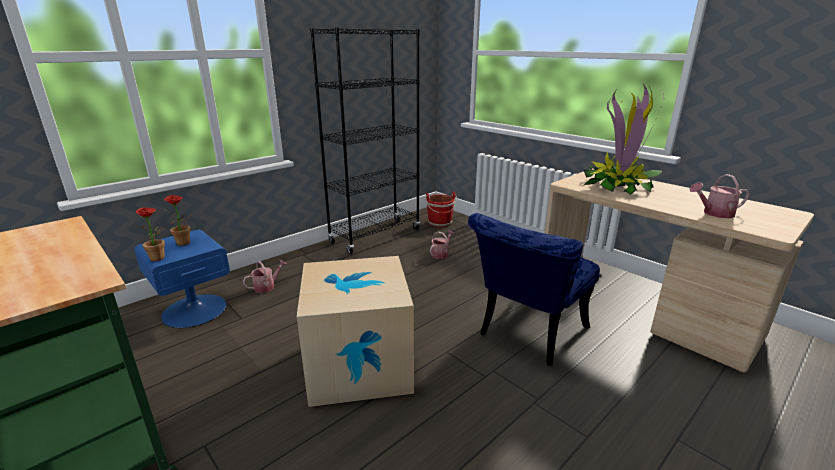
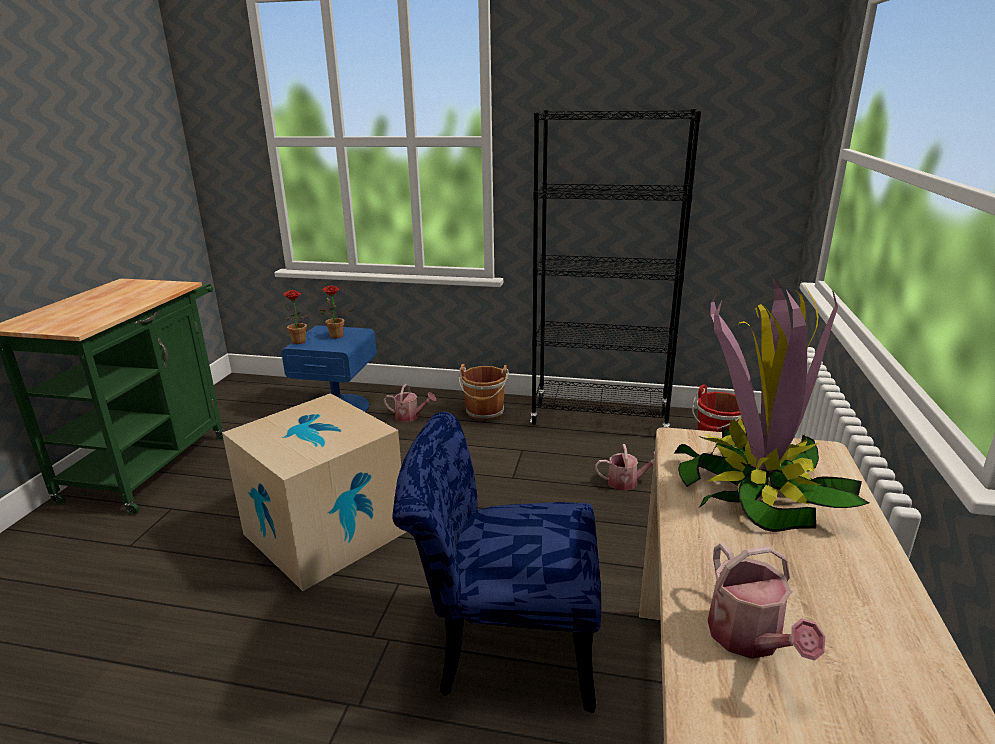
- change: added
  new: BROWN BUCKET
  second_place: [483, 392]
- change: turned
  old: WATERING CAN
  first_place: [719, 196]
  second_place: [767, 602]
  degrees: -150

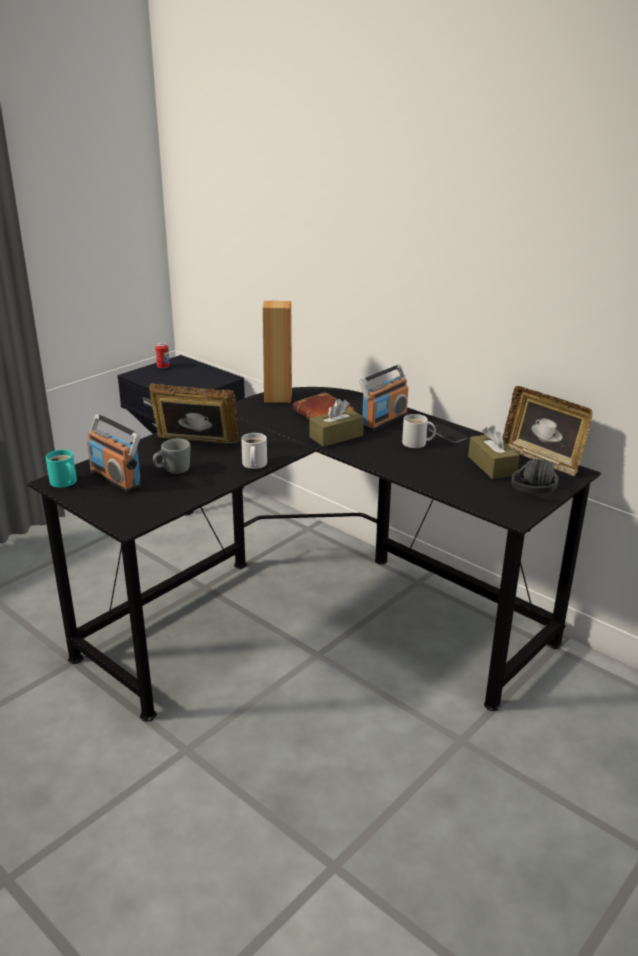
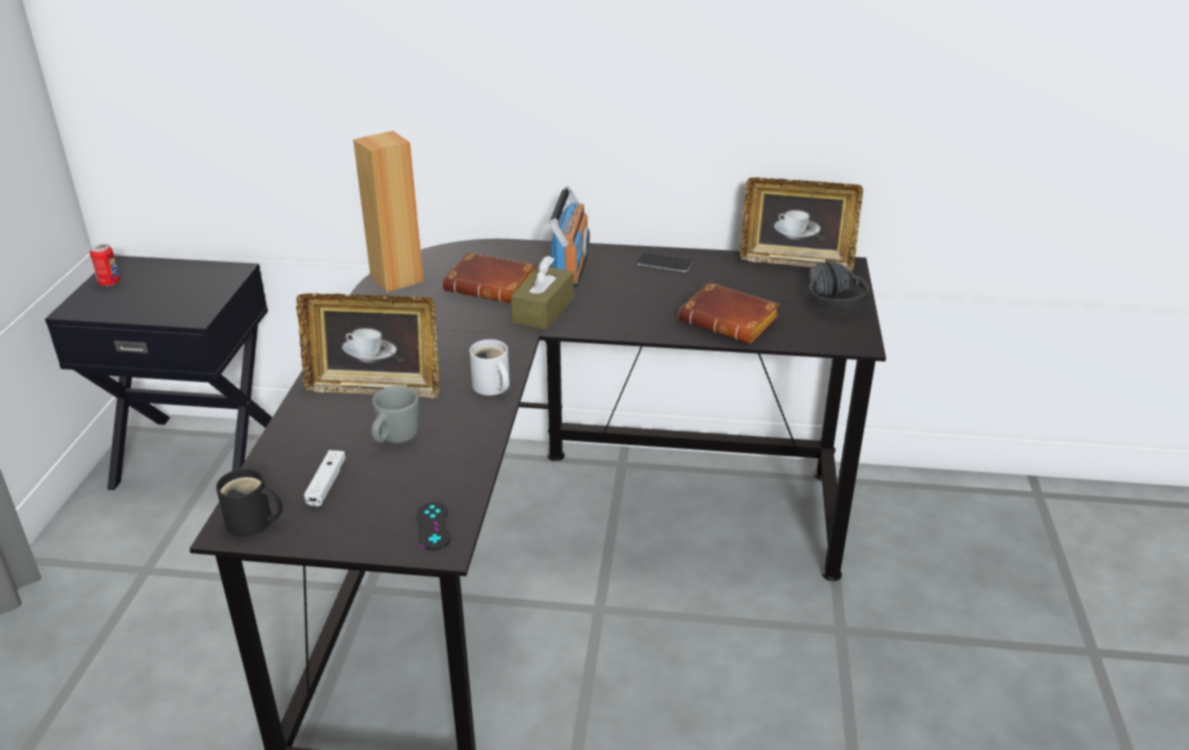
- change: recoloured
  old: TURQUOISE MUG
  new: BLACK MUG
  first_place: [61, 469]
  second_place: [249, 503]
- change: turned
  old: PICTURE FRAME
  first_place: [194, 413]
  second_place: [367, 346]
  degrees: -150
- change: replaced
  old: RADIO
  new: WHITE GAME CONTROLLER
  first_place: [114, 453]
  second_place: [325, 478]
- change: added
  new: BLACK GAME CONTROLLER
  second_place: [434, 526]
- change: added
  new: BROWN BOOK
  second_place: [729, 313]
- change: removed
  old: WHITE MUG
  first_place: [419, 431]
- change: removed
  old: BROWN TISSUE BOX
  first_place: [494, 452]

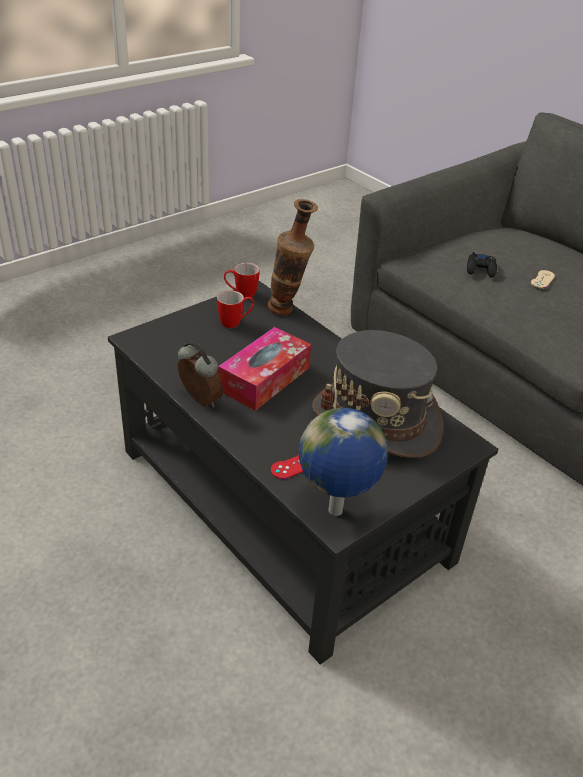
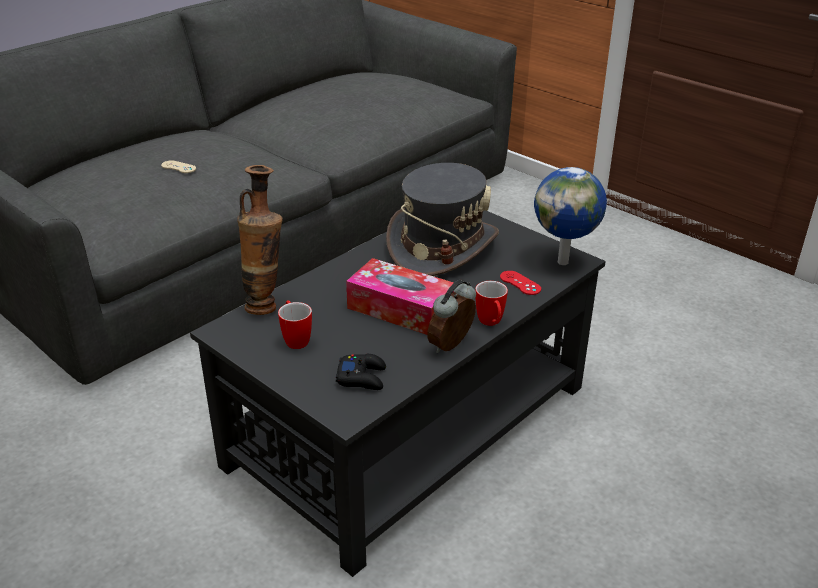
- change: moved
  old: BLACK GAME CONTROLLER
  first_place: [482, 265]
  second_place: [361, 372]
- change: moved
  old: MUG
  first_place: [242, 280]
  second_place: [491, 303]

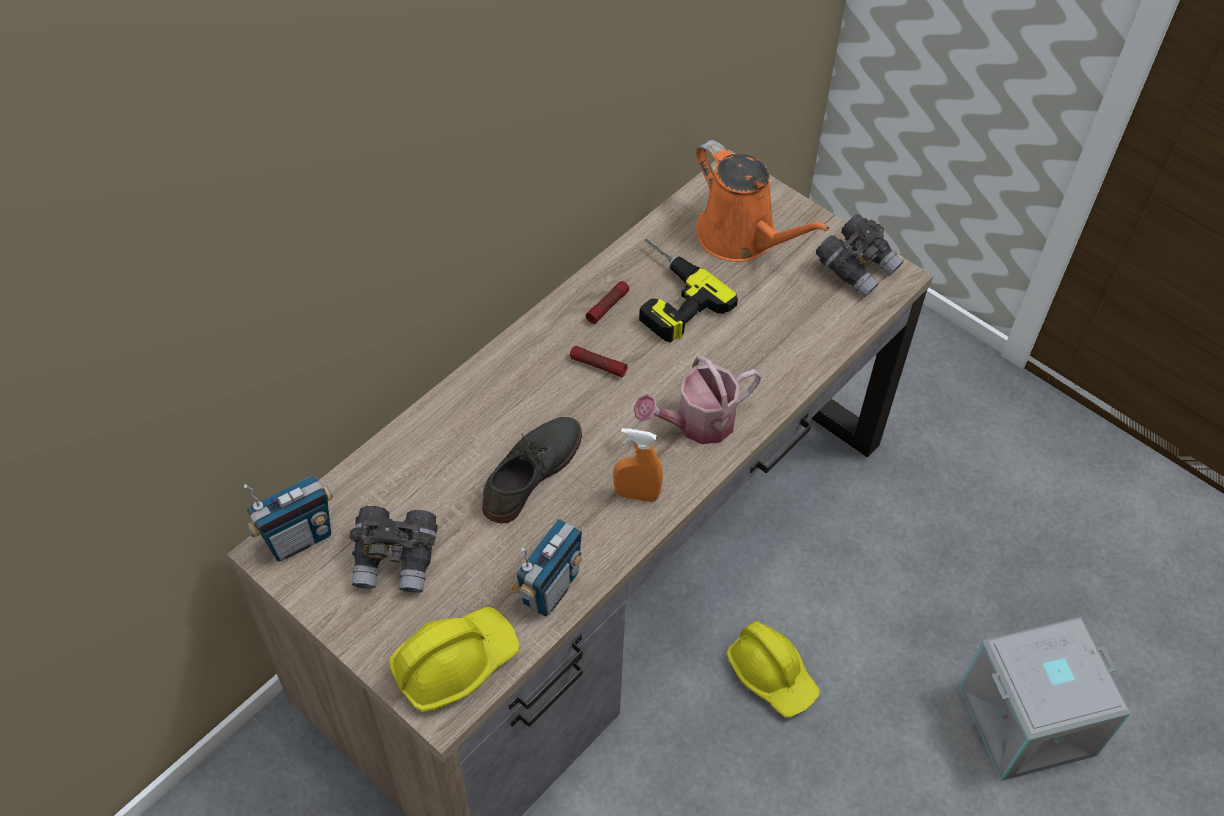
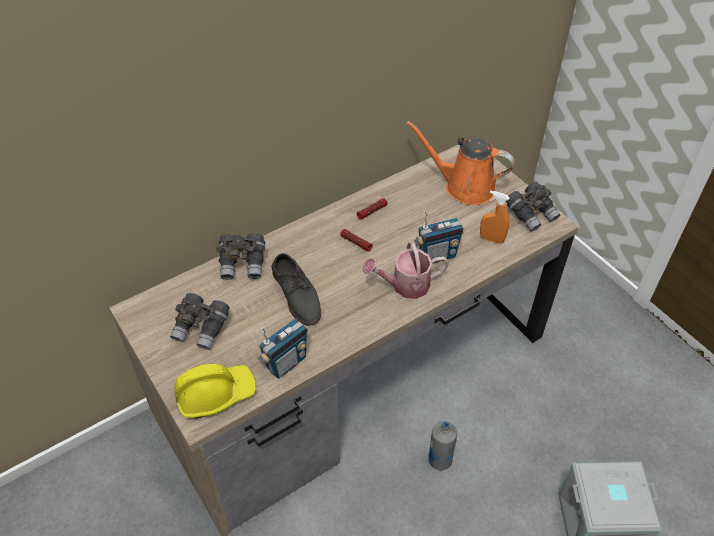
- change: added
  new: GREY BINOCULARS
  second_place: [240, 256]
- change: turned
  old: GREY SHOE
  first_place: [532, 470]
  second_place: [296, 289]
  degrees: 105
- change: turned
  old: ORANGE WATERING CAN
  first_place: [763, 201]
  second_place: [461, 163]
  degrees: 135
- change: moved
  old: RADIO
  first_place: [288, 518]
  second_place: [439, 237]
- change: replaced
  old: YELLOW HARD HAT
  new: GREY BOTTLE
  first_place: [773, 669]
  second_place: [442, 446]
- change: moved
  old: ORANGE SPRAY BOTTLE
  first_place: [638, 465]
  second_place: [495, 217]
- change: removed
  old: POWER DRILL
  first_place: [688, 291]

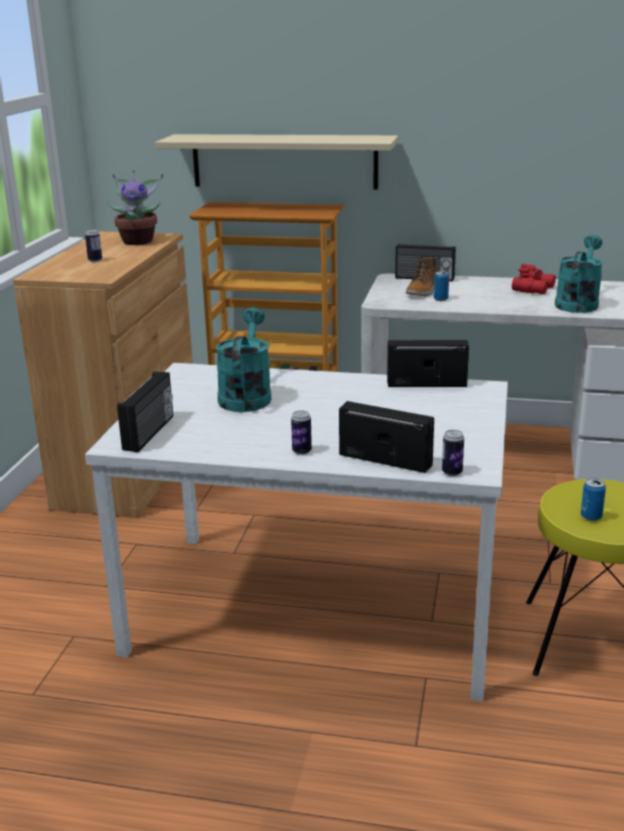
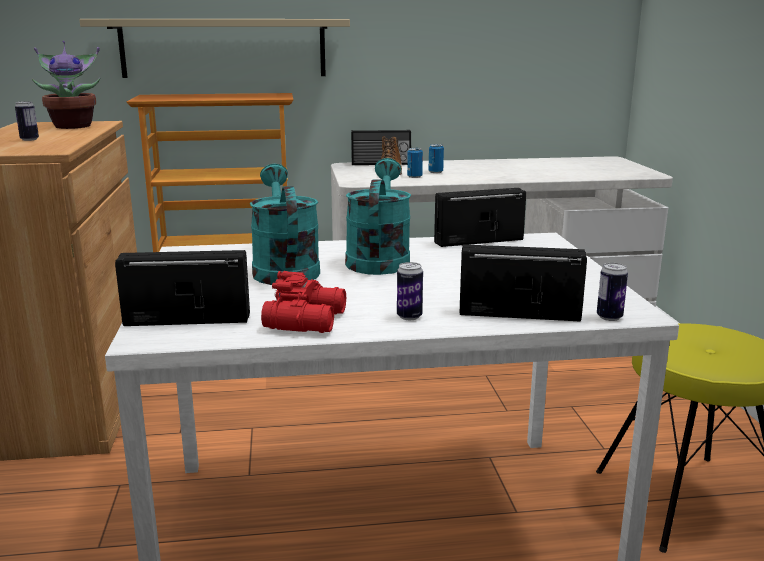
- change: turned
  old: RADIO
  first_place: [145, 412]
  second_place: [182, 288]
  degrees: -90
- change: moved
  old: RED BINOCULARS
  first_place: [534, 279]
  second_place: [303, 302]
- change: moved
  old: TURQUOISE WATERING CAN
  first_place: [579, 274]
  second_place: [378, 216]
- change: moved
  old: CAN
  first_place: [593, 499]
  second_place: [436, 158]

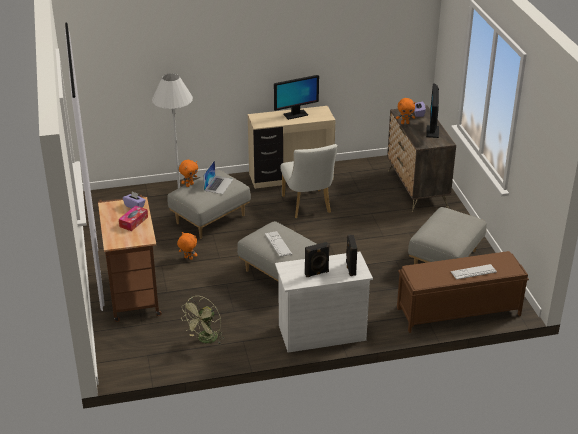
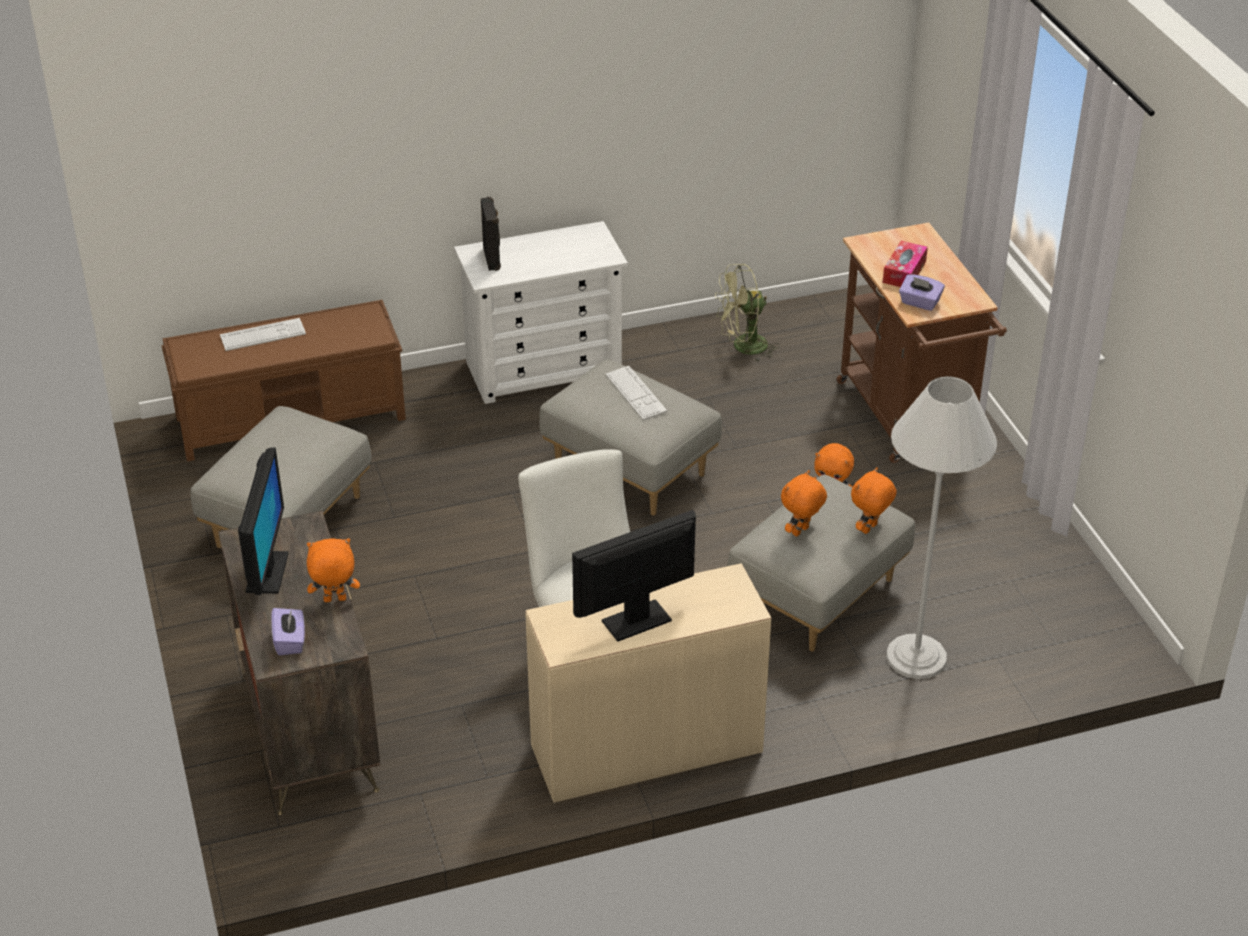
- change: turned
  old: GREEN FAN
  first_place: [202, 320]
  second_place: [747, 313]
  degrees: -135
- change: replaced
  old: LAPTOP
  new: ORANGE PLUSH TOY
  first_place: [218, 177]
  second_place: [804, 503]
- change: removed
  old: BLACK SPEAKER
  first_place: [317, 259]

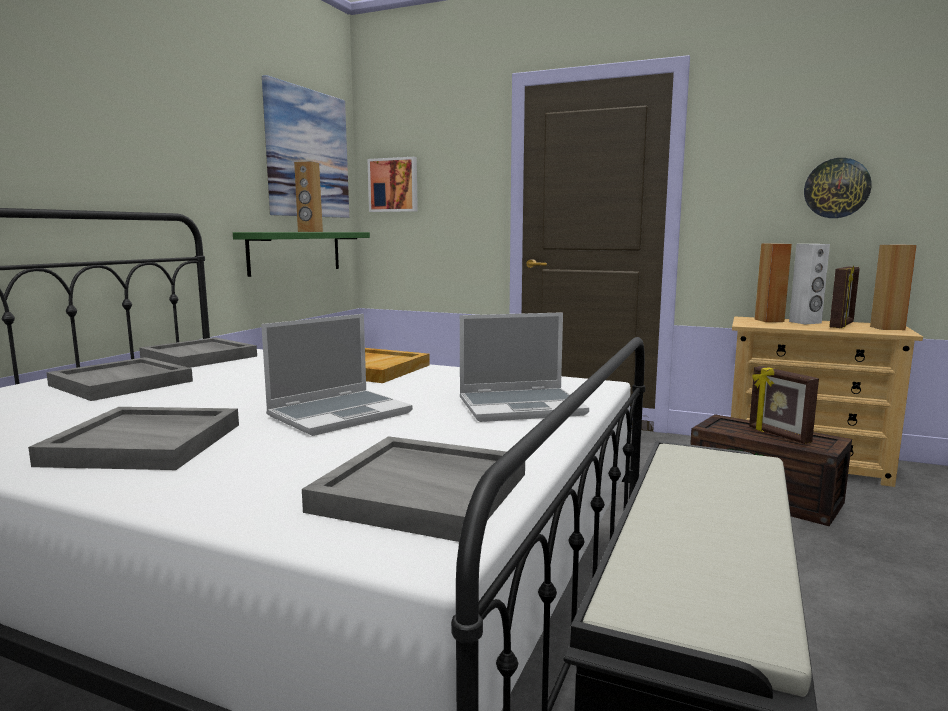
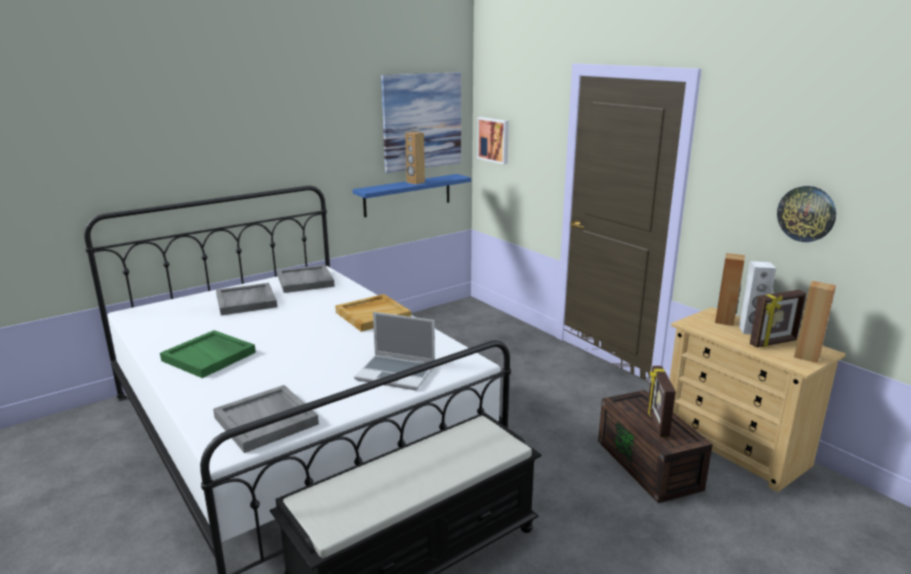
- change: recoloured
  old: GREY TRAY
  new: GREEN TRAY
  first_place: [133, 438]
  second_place: [208, 354]
- change: recoloured
  old: GREEN SHELF
  new: BLUE SHELF
  first_place: [301, 254]
  second_place: [412, 195]
- change: removed
  old: LAPTOP
  first_place: [337, 375]

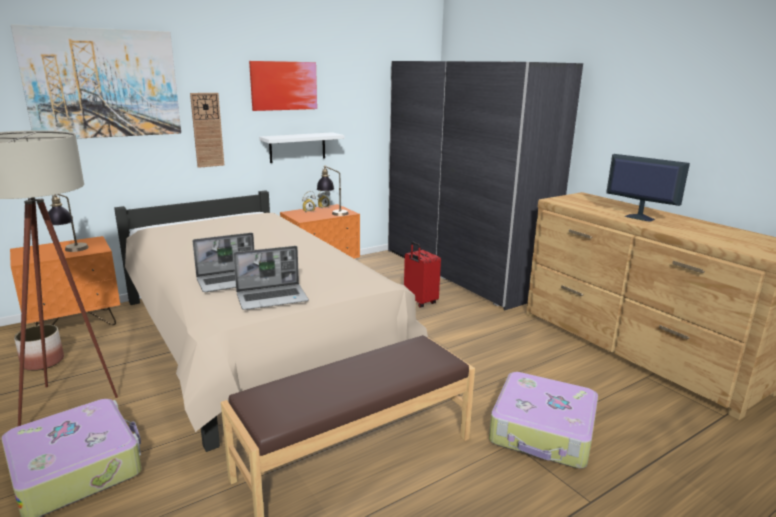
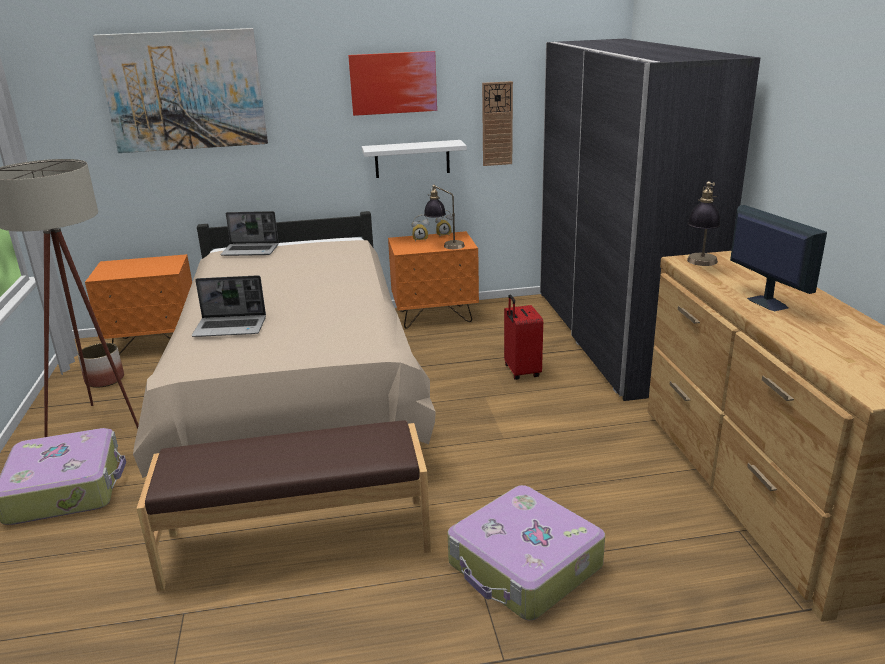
- change: moved
  old: LAPTOP
  first_place: [271, 278]
  second_place: [250, 233]
- change: moved
  old: WALL CLOCK
  first_place: [207, 130]
  second_place: [497, 123]
- change: moved
  old: TABLE LAMP
  first_place: [68, 223]
  second_place: [704, 223]

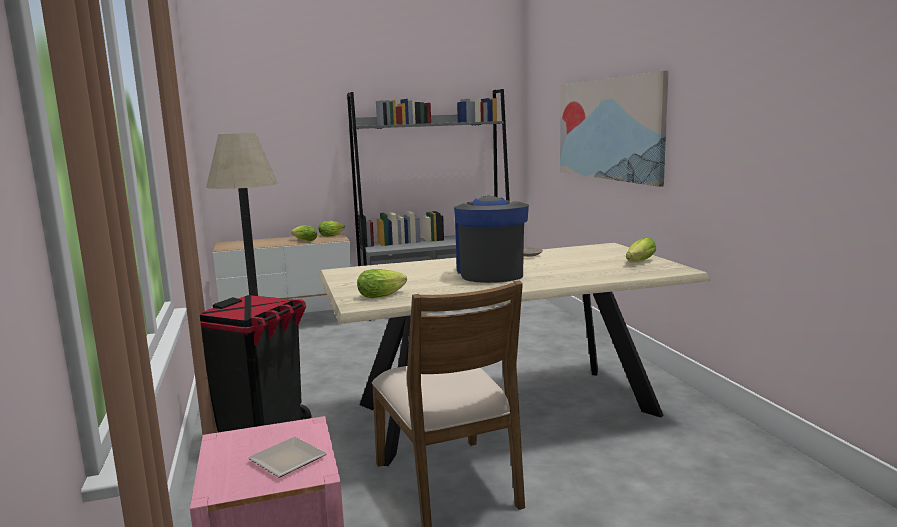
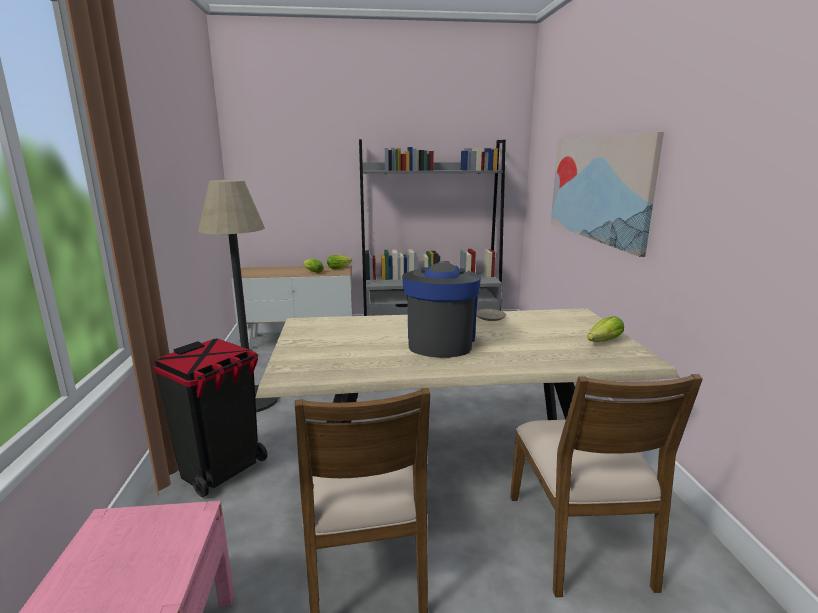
- change: added
  new: BROWN CHAIR
  second_place: [606, 485]
- change: removed
  old: PLATE
  first_place: [287, 457]
- change: removed
  old: LETTUCE
  first_place: [382, 283]

